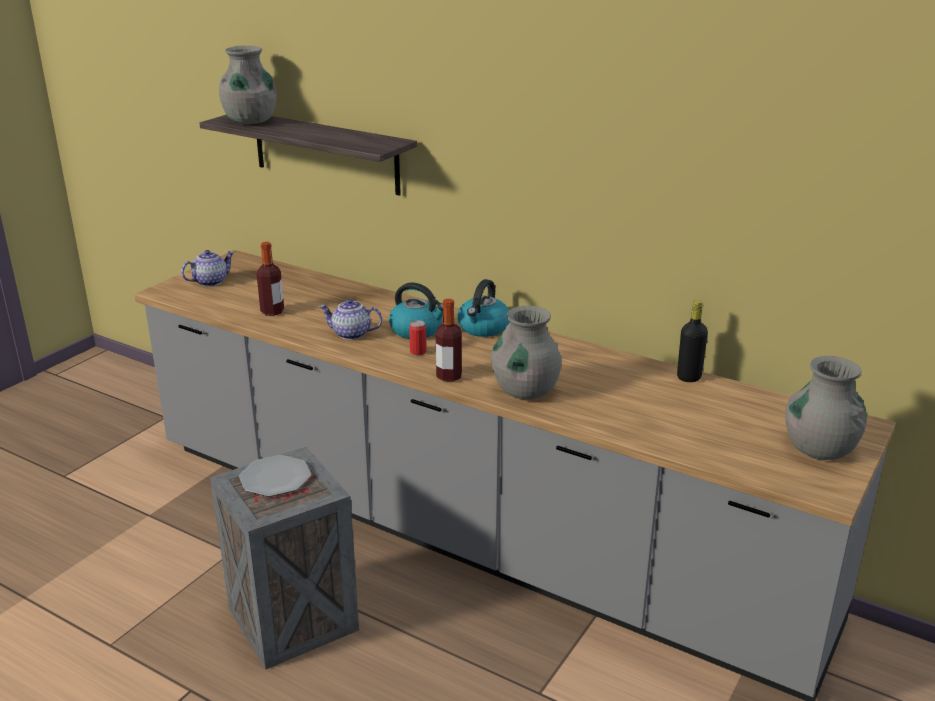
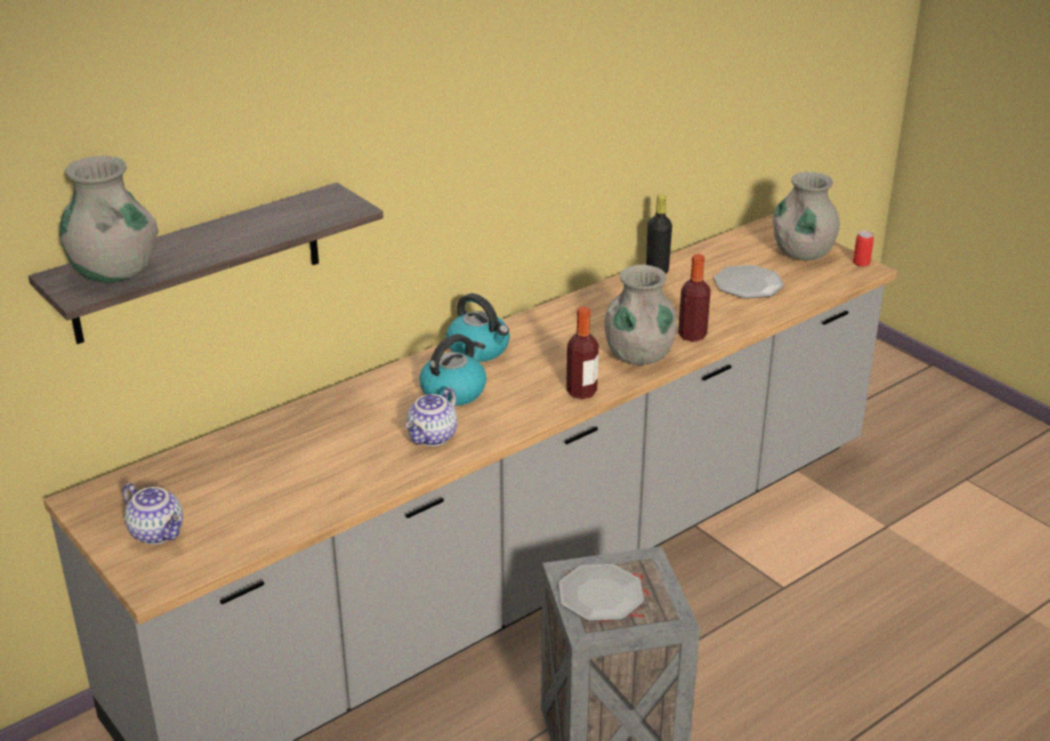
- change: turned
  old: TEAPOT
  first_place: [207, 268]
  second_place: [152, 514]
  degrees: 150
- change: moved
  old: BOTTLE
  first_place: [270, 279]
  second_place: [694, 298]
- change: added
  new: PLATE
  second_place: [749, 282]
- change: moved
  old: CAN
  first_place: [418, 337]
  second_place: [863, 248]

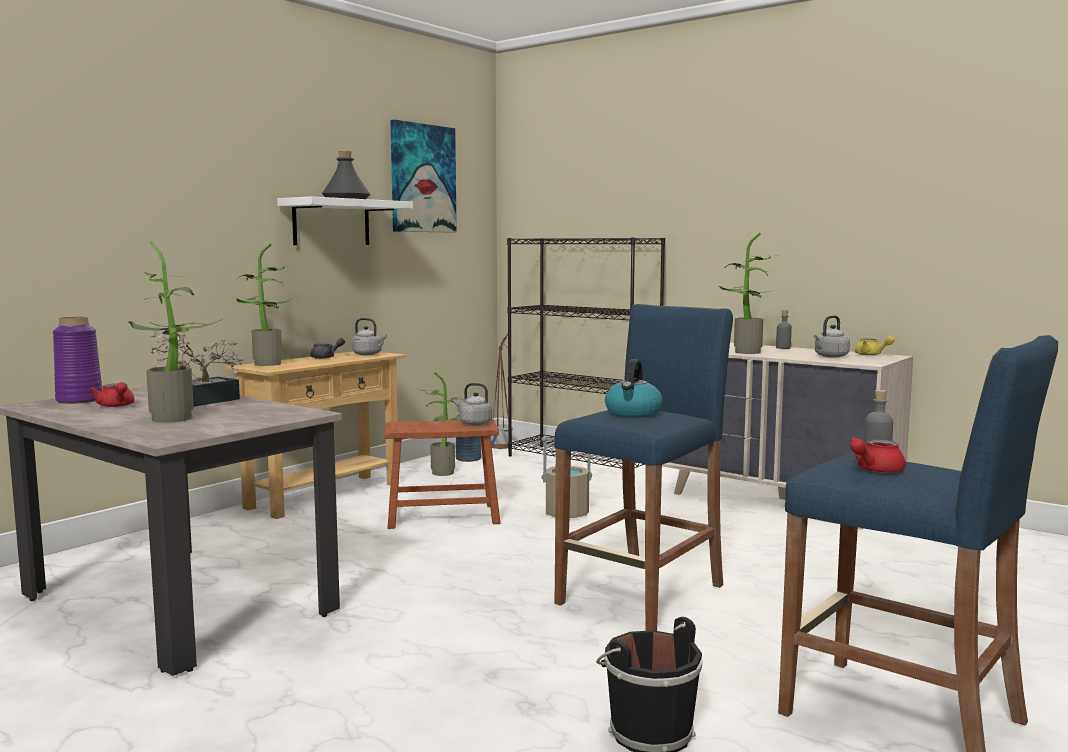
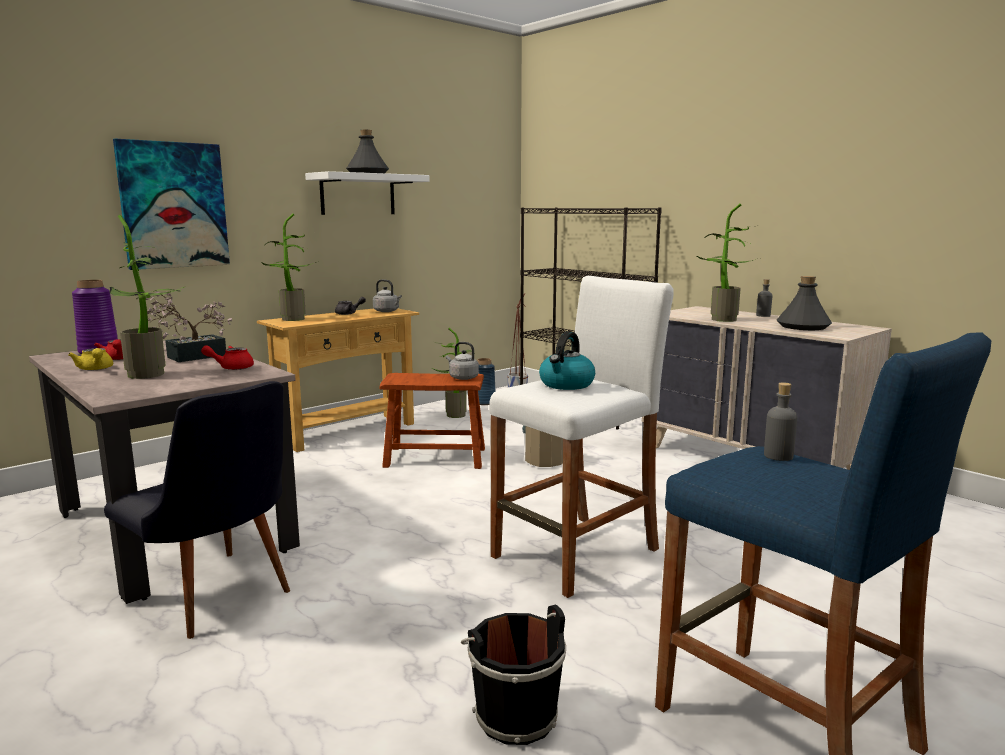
- change: moved
  old: YELLOW TEAPOT
  first_place: [875, 345]
  second_place: [90, 359]
- change: added
  new: BLACK CHAIR
  second_place: [197, 510]
- change: moved
  old: PICTURE
  first_place: [423, 176]
  second_place: [171, 204]
- change: moved
  old: RED TEAPOT
  first_place: [878, 455]
  second_place: [227, 357]
- change: recoloured
  old: BLUE STOOL
  new: WHITE STOOL
  first_place: [643, 467]
  second_place: [581, 437]
- change: replaced
  old: GREY KETTLE
  new: GREY BOTTLE
  first_place: [832, 336]
  second_place: [804, 303]

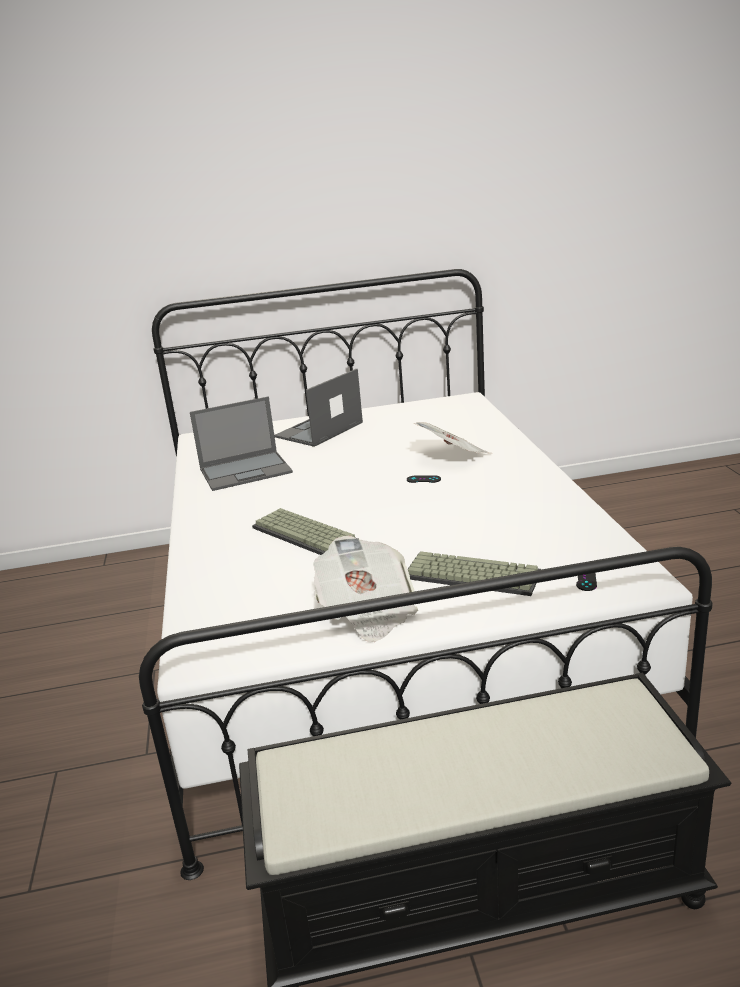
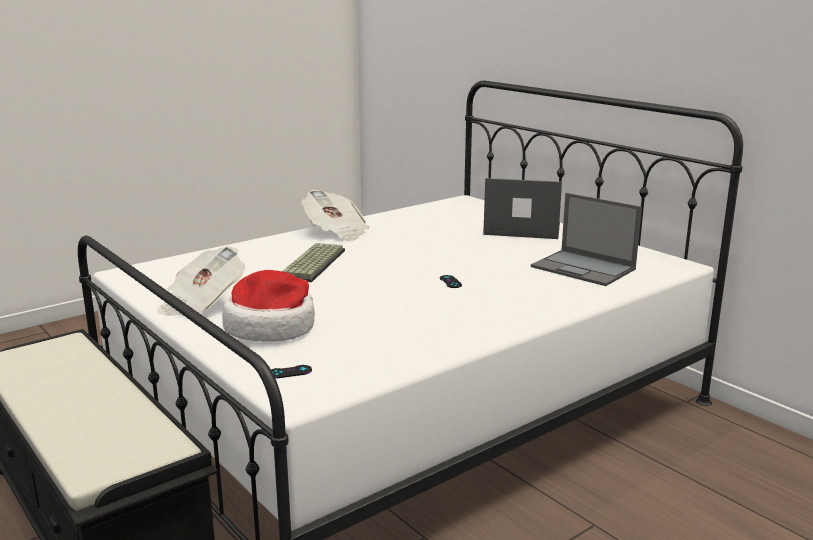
- change: replaced
  old: KEYBOARD
  new: HAT
  first_place: [474, 573]
  second_place: [268, 306]
- change: moved
  old: NEWSPAPER
  first_place: [452, 438]
  second_place: [335, 215]
- change: moved
  old: LAPTOP
  first_place: [241, 443]
  second_place: [586, 239]

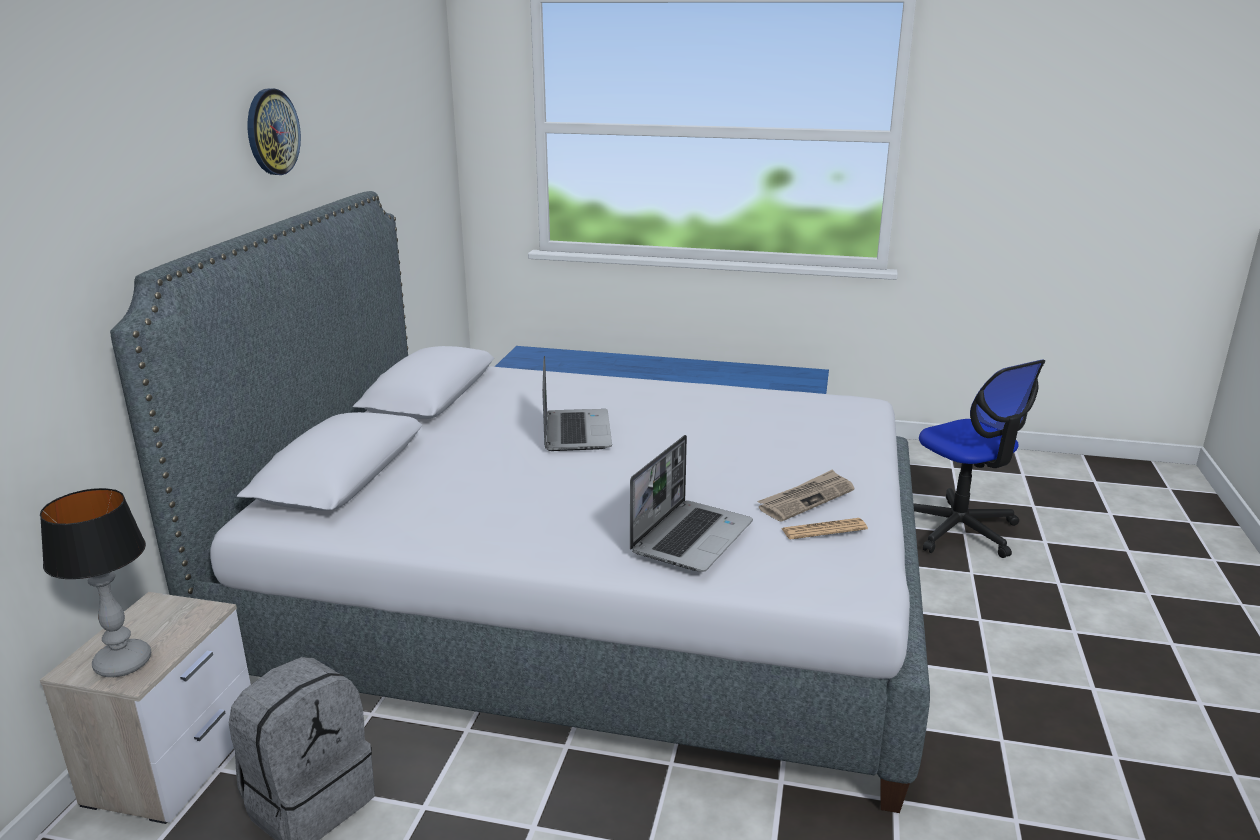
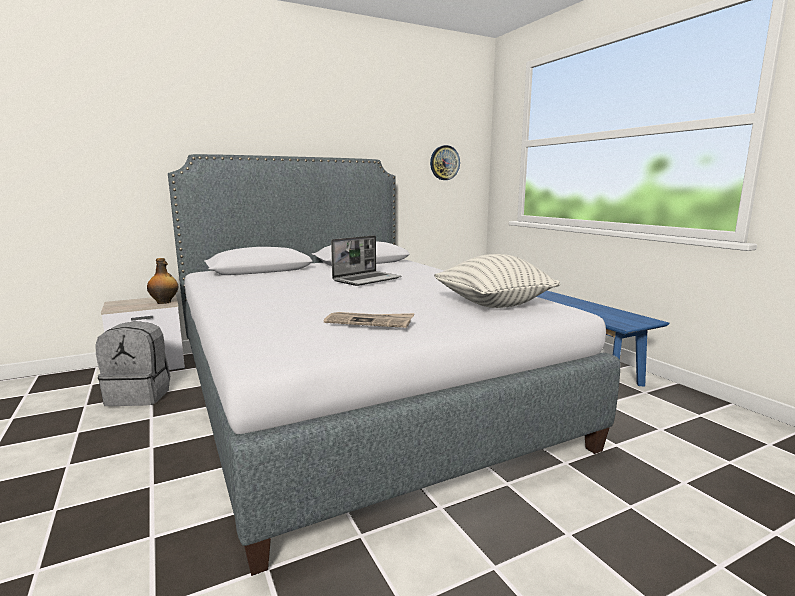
- change: added
  new: BOTTLE
  second_place: [162, 281]
- change: moved
  old: WALL CLOCK
  first_place: [274, 131]
  second_place: [445, 162]
- change: added
  new: PILLOW
  second_place: [497, 281]
- change: removed
  old: TABLE LAMP
  first_place: [95, 582]
- change: removed
  old: LAPTOP
  first_place: [691, 503]
- change: removed
  old: NEWSPAPER
  first_place: [825, 529]
- change: removed
  old: OFFICE CHAIR
  first_place: [979, 459]

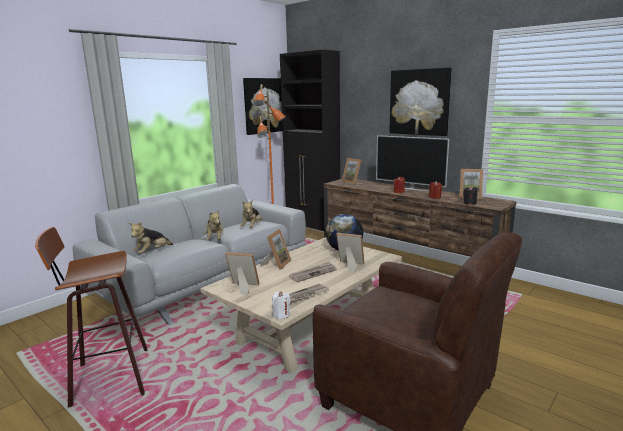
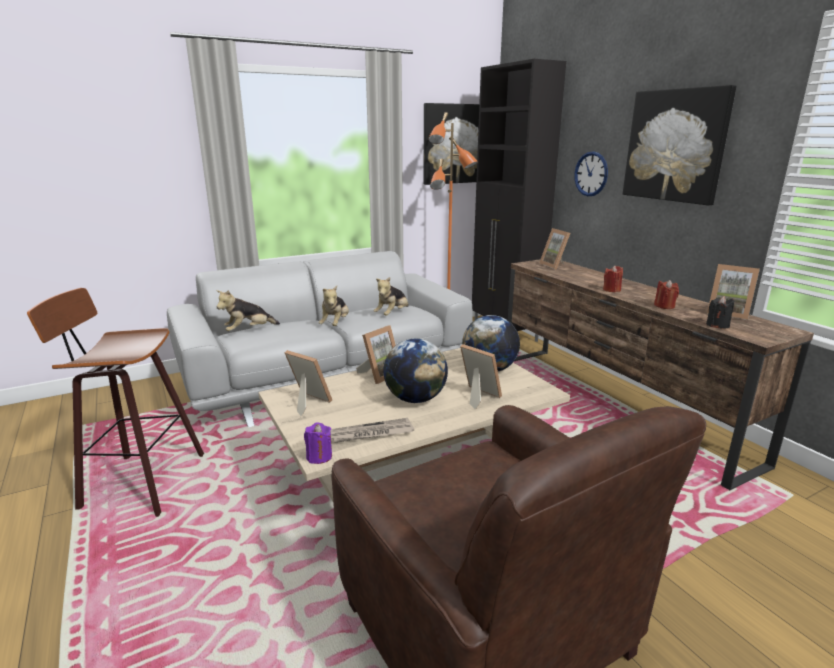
- change: recoloured
  old: WHITE CANDLE
  new: PURPLE CANDLE
  first_place: [281, 305]
  second_place: [318, 443]
- change: replaced
  old: NEWSPAPER
  new: GLOBE
  first_place: [313, 272]
  second_place: [415, 371]
- change: added
  new: WALL CLOCK
  second_place: [591, 173]
- change: removed
  old: TELEVISION
  first_place: [412, 163]

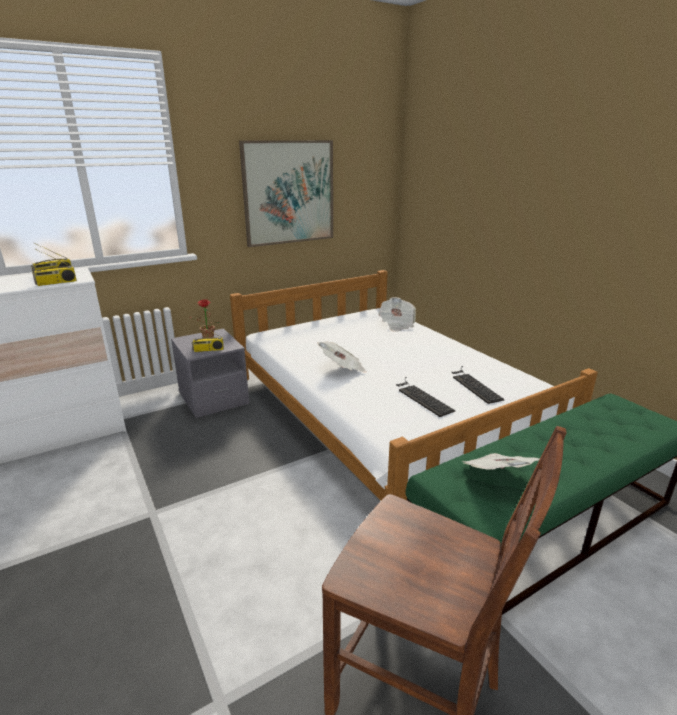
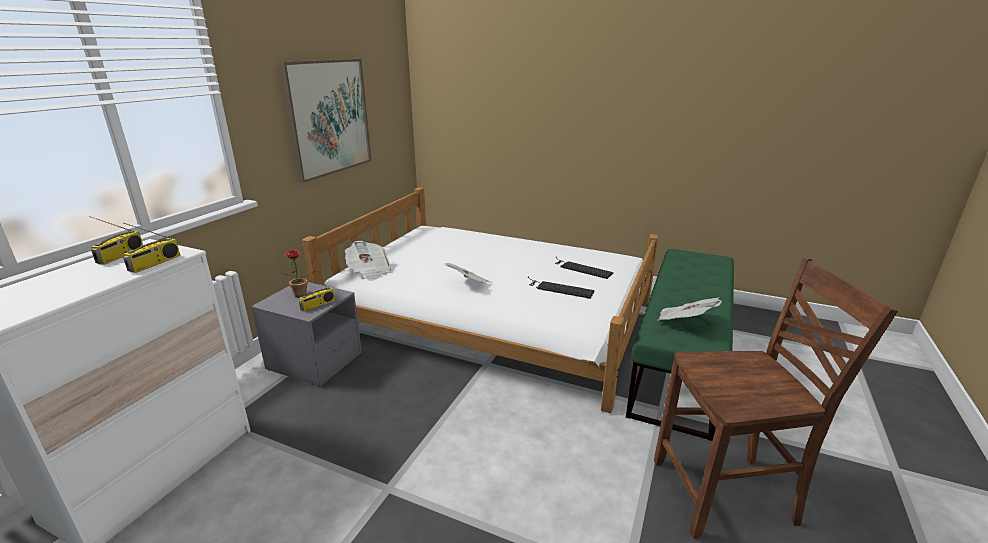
- change: moved
  old: NEWSPAPER
  first_place: [397, 314]
  second_place: [368, 261]

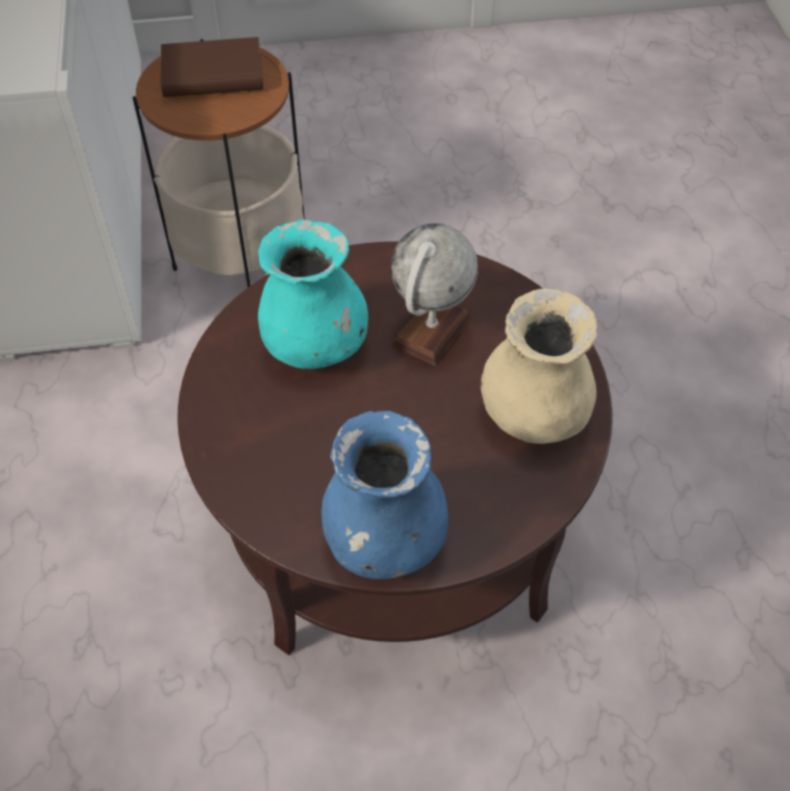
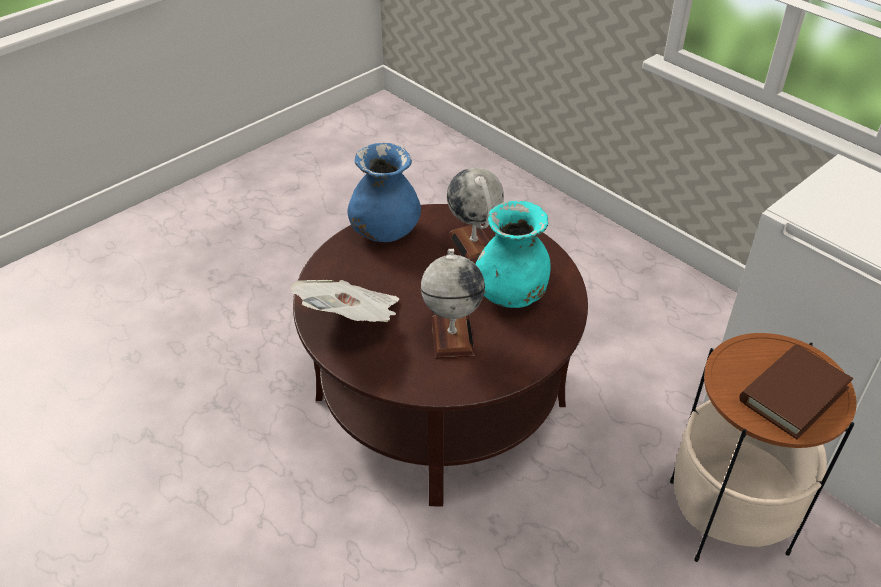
- change: replaced
  old: BEIGE VASE
  new: NEWSPAPER
  first_place: [539, 366]
  second_place: [344, 301]
- change: added
  new: GLOBE
  second_place: [475, 215]

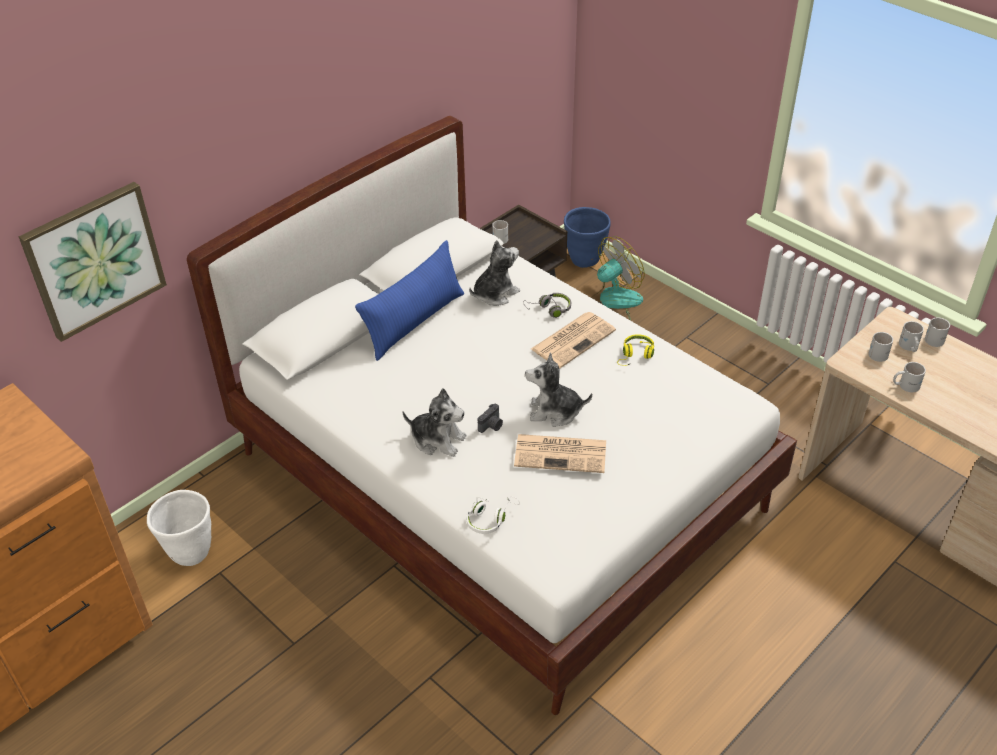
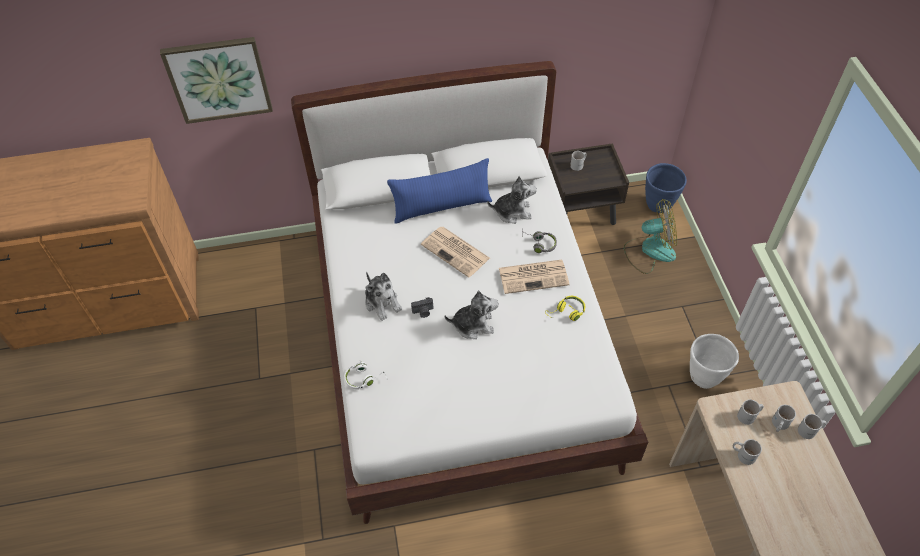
- change: moved
  old: NEWSPAPER
  first_place: [560, 453]
  second_place: [455, 252]
- change: turned
  old: PLUSH TOY
  first_place: [558, 390]
  second_place: [472, 314]
  degrees: 135
- change: moved
  old: WHITE PLANTER
  first_place: [179, 528]
  second_place: [714, 361]

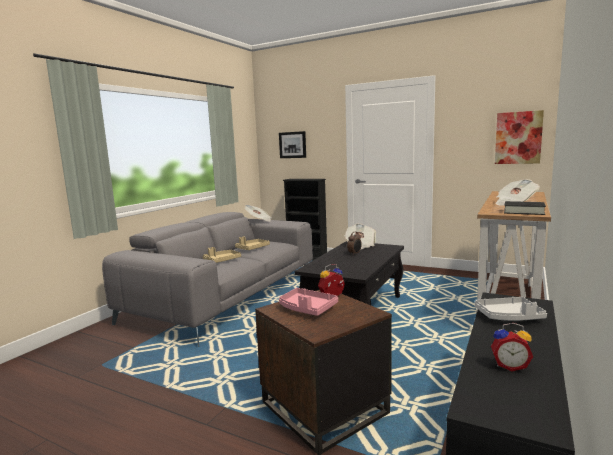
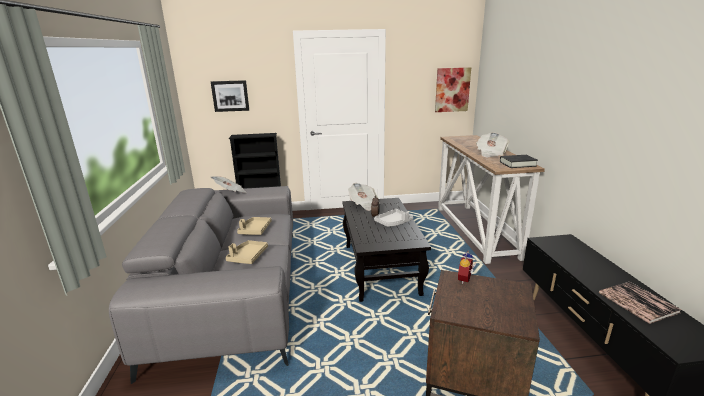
- change: moved
  old: GREY TRAY
  first_place: [510, 309]
  second_place: [393, 218]
- change: replaced
  old: ALARM CLOCK
  new: BOOK
  first_place: [512, 347]
  second_place: [640, 303]
- change: removed
  old: PINK TRAY
  first_place: [308, 302]

